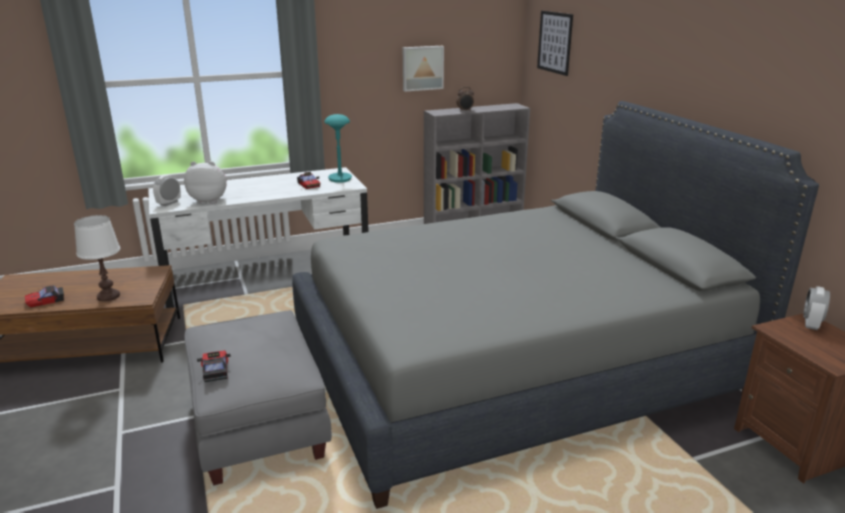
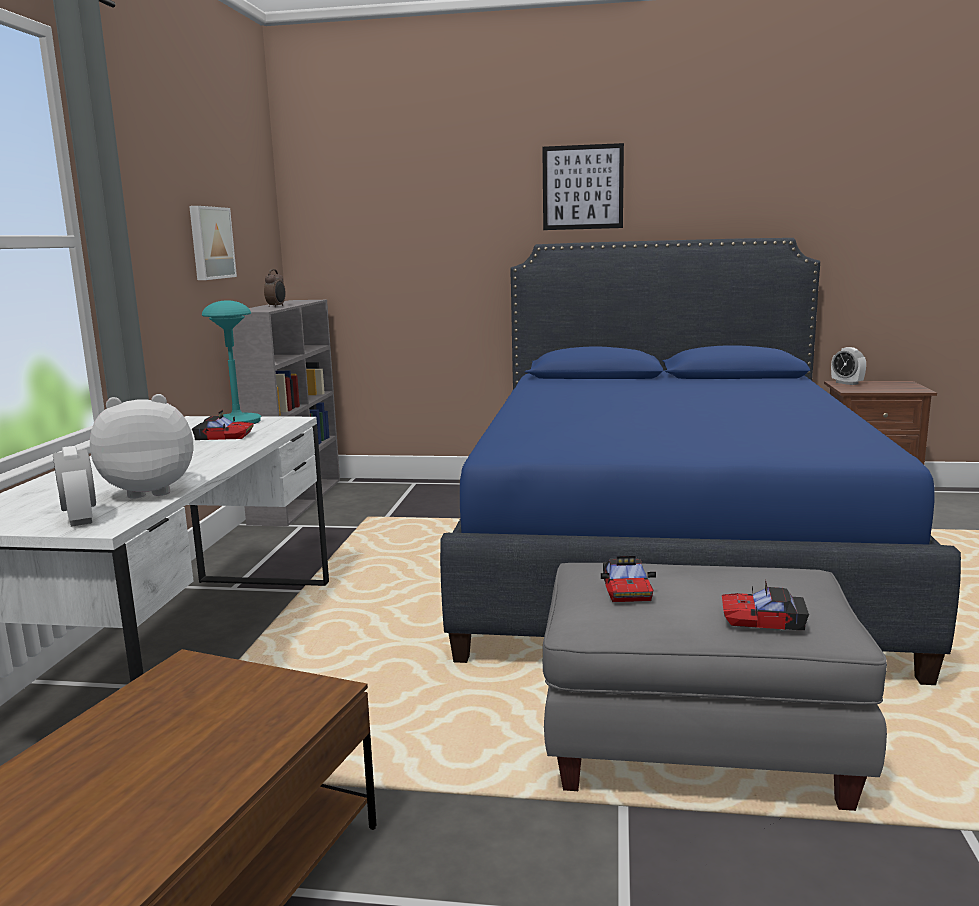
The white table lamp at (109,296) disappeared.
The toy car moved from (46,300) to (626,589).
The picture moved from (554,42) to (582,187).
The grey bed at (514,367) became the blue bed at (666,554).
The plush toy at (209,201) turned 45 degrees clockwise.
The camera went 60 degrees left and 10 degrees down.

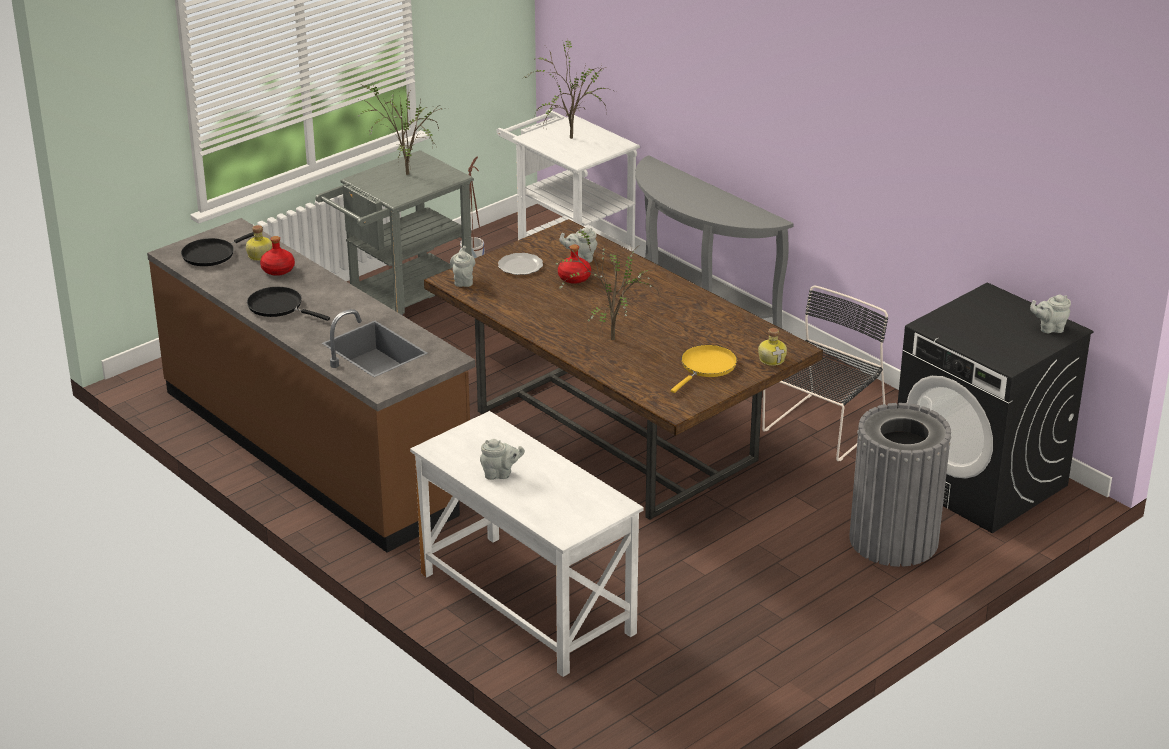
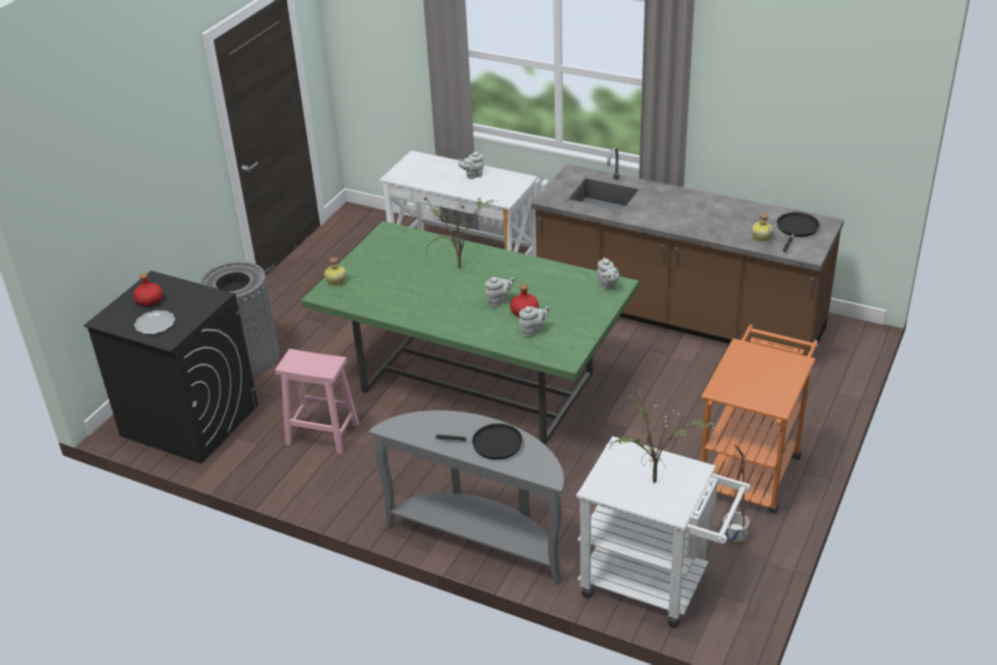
The potted plant at (404,174) disappeared.
The yellow frying pan at (706,367) disappeared.
The black frying pan moved from (278,307) to (493,444).
The red bottle moved from (278,270) to (149,301).
The plate moved from (519,266) to (156,324).
The grey teapot moved from (1049,328) to (499,301).
The black chair at (821,429) was replaced by the pink stool at (321,434).
The grey cart at (402,299) became the orange cart at (752,467).
The brown dining table at (617,437) became the green dining table at (475,382).
The camera went 160 degrees right and 5 degrees up.

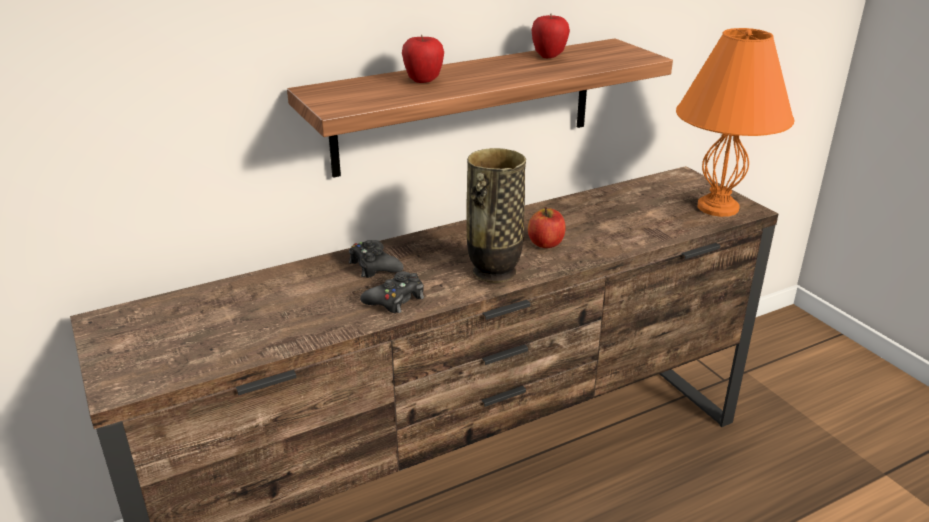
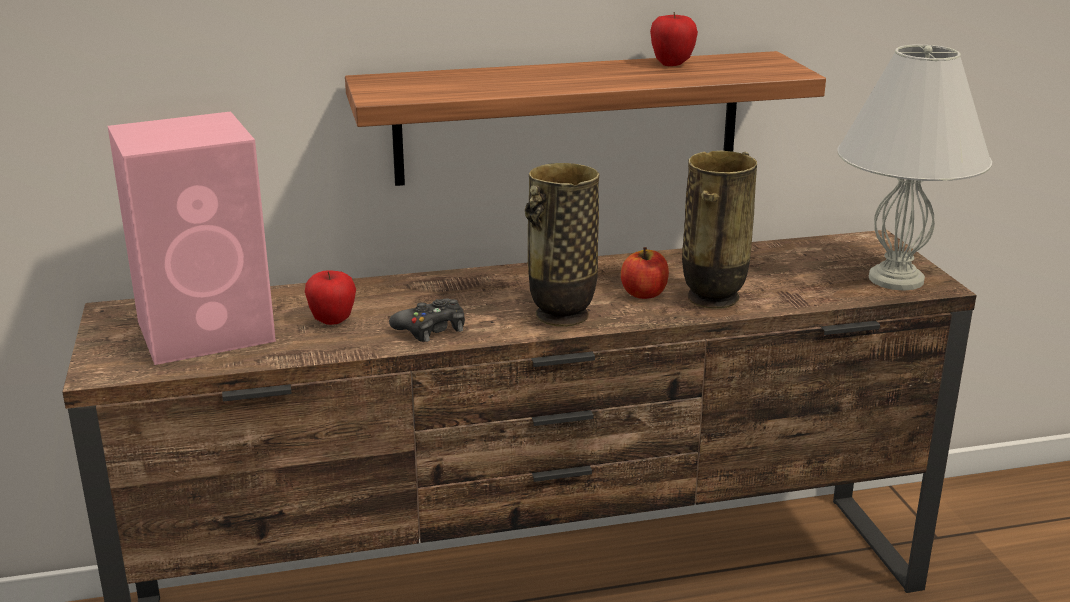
The black game controller at (374,266) disappeared.
The pink speaker at (209,331) appeared.
The vase at (713,299) appeared.
The apple moved from (423,81) to (332,321).
The orange table lamp at (717,208) became the white table lamp at (895,279).
The camera went 15 degrees right and 5 degrees down.

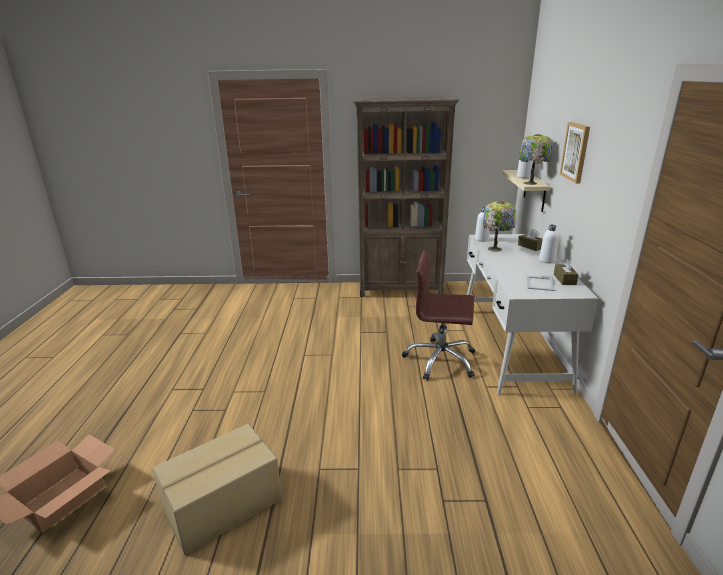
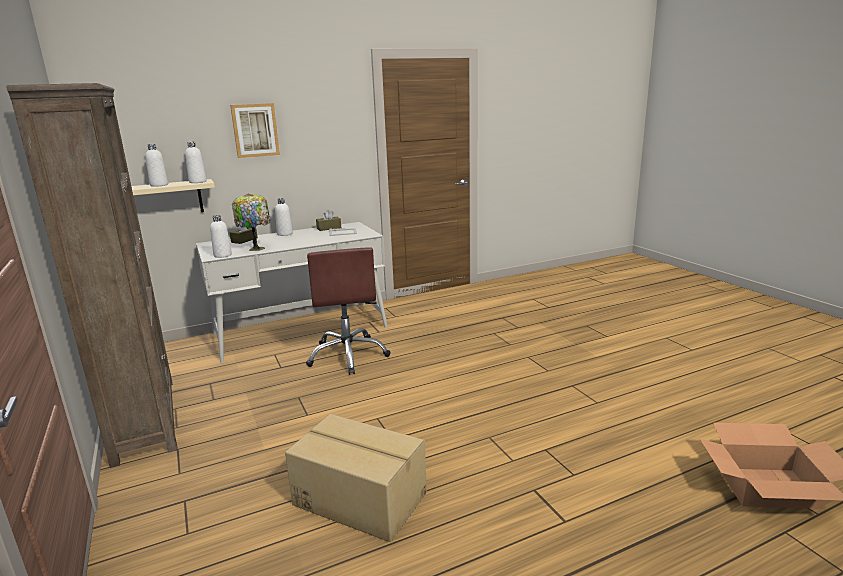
The cardboard box moved from (224,505) to (360,498).
The table lamp at (531,183) was replaced by the white bottle at (197,182).
The camera went 115 degrees left and 5 degrees down.

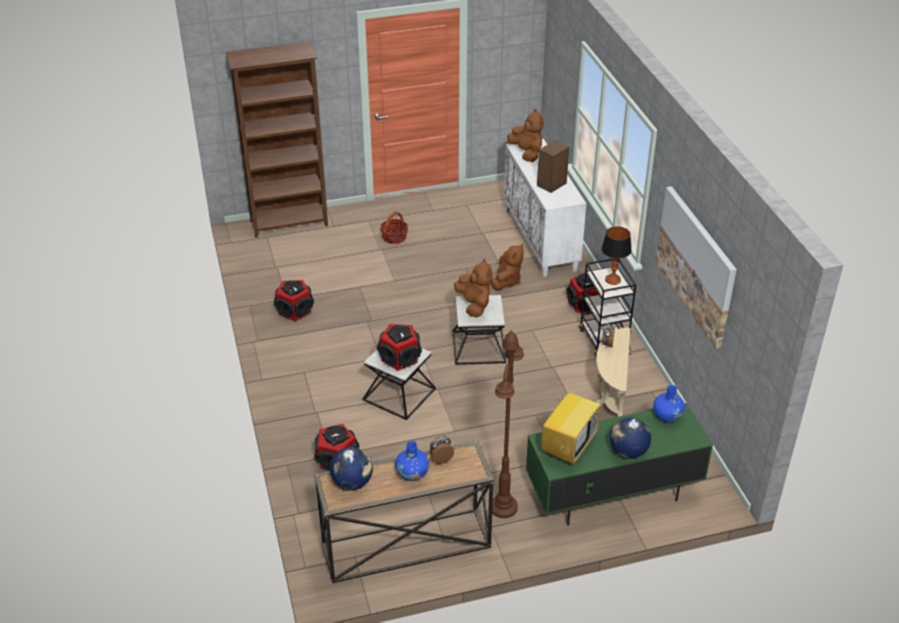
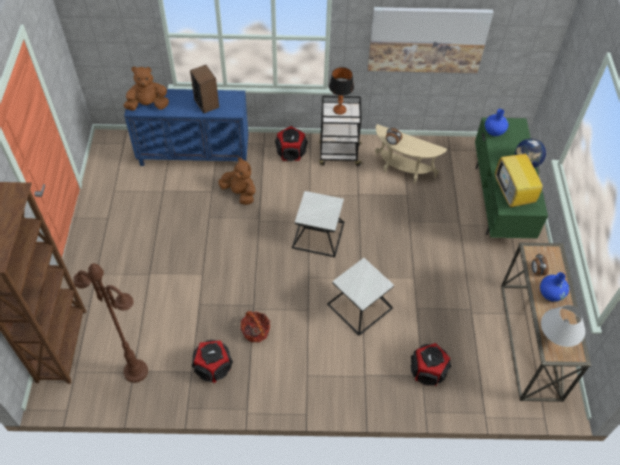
The speaker at (400,358) disappeared.
The brown plush toy at (474,305) disappeared.
The basket moved from (394,237) to (255,331).
The brown floor lamp moved from (503,507) to (135,371).
The globe at (352,482) was replaced by the white table lamp at (556,338).
The white cabinet at (541,240) became the blue cabinet at (195,154).
The television at (568,445) turned 150 degrees counterclockwise.
The camera went 75 degrees left and 15 degrees up.

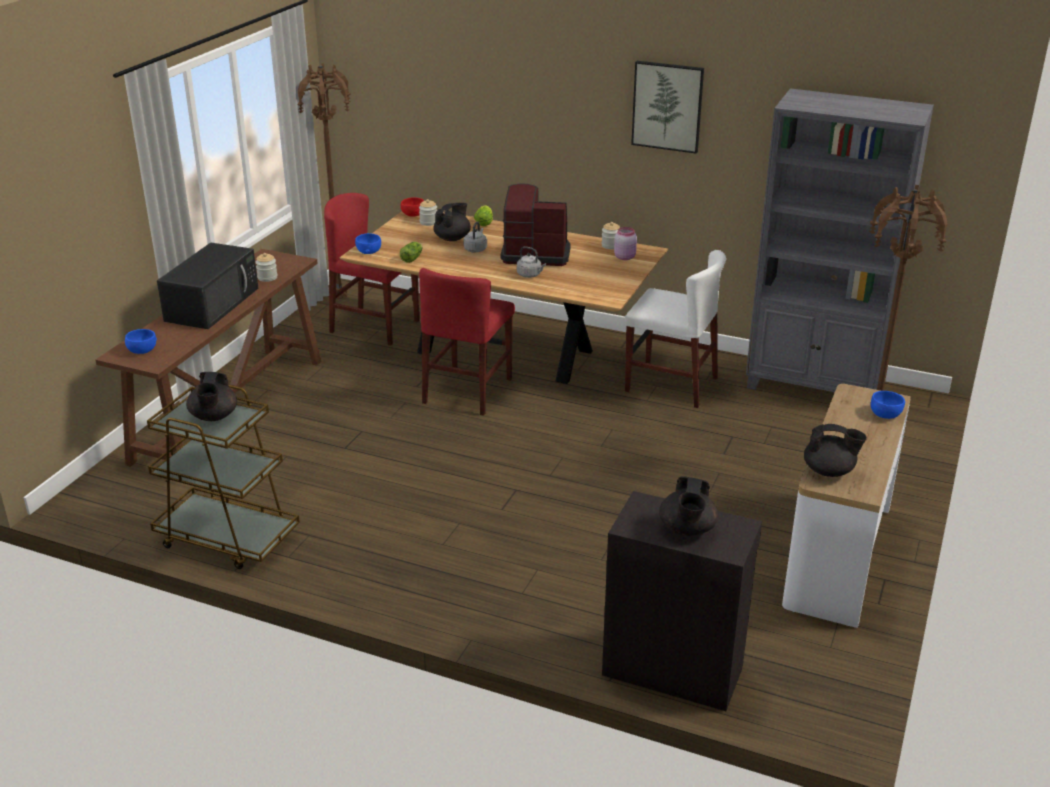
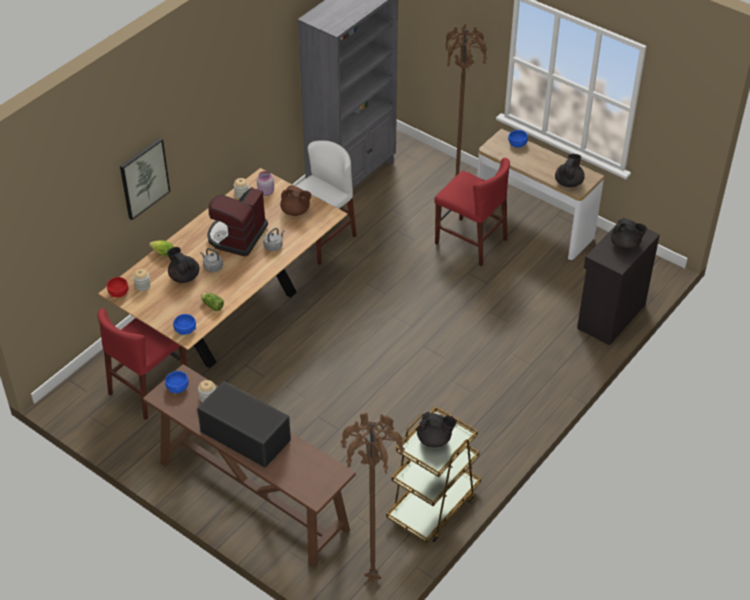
The brown teapot at (296,211) appeared.
The blue bowl moved from (142,350) to (177,387).
The brown floor lamp moved from (341,298) to (372,578).
The red chair moved from (468,390) to (470,241).
The picture moved from (667,106) to (144,178).
The camera went 75 degrees left and 15 degrees up.

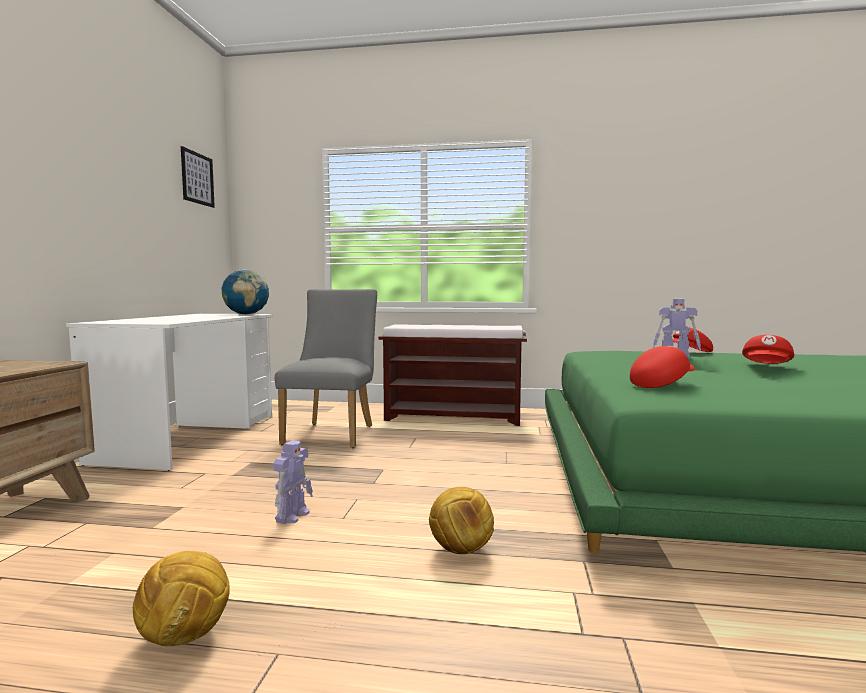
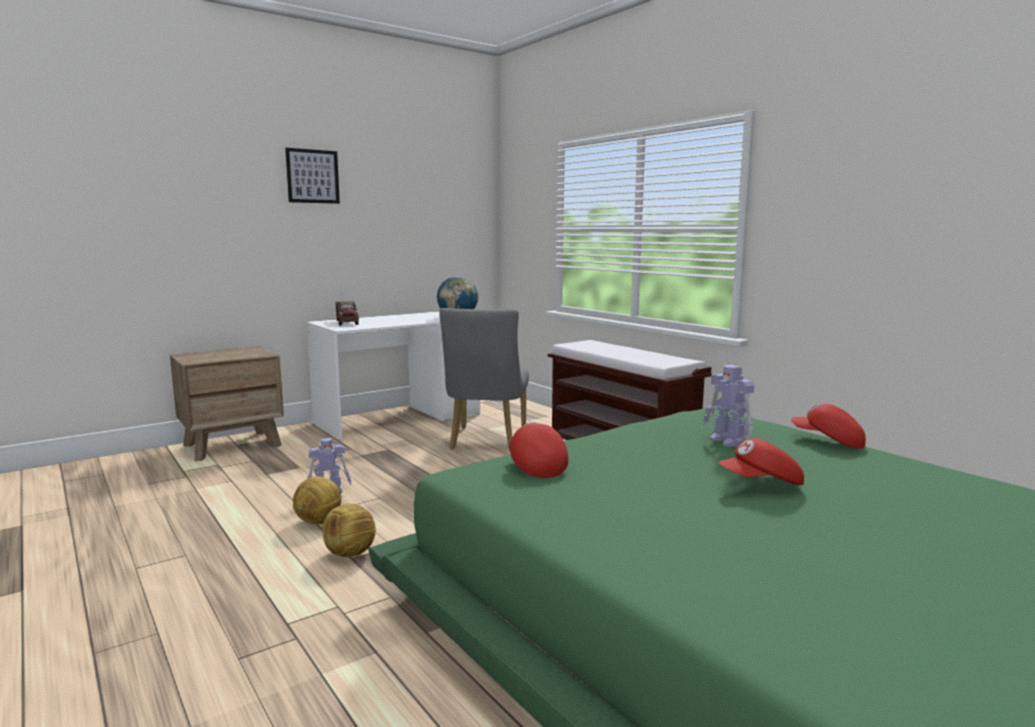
The toy truck at (347,322) appeared.
The football moved from (186,636) to (319,522).
The picture moved from (197,178) to (312,176).
The grey chair at (333,433) turned 135 degrees clockwise.
The red cap at (661,384) turned 120 degrees counterclockwise.
The camera went 45 degrees right and 5 degrees up.

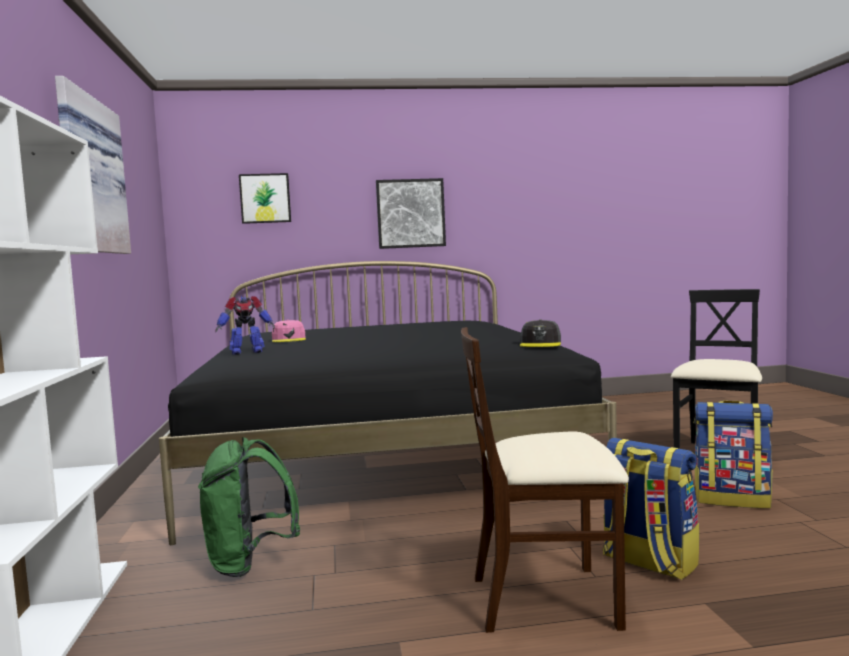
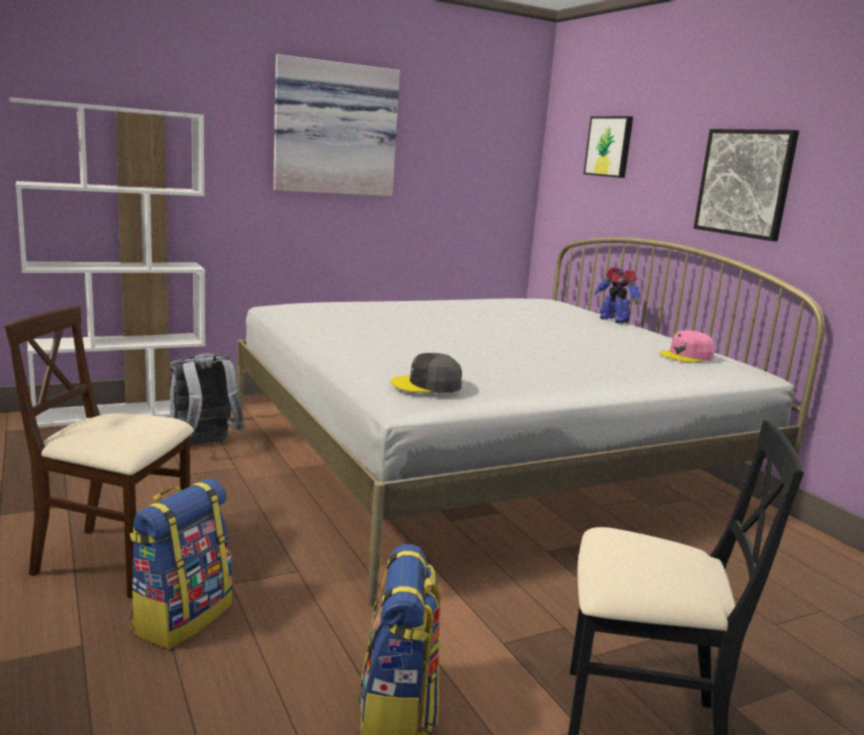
The toy robot moved from (246,352) to (614,320).
The pink cap moved from (289,339) to (687,356).
The black bed at (384,454) became the white bed at (486,463).
The green backpack at (249,563) became the grey backpack at (203,445).
The beige chair at (546,599) turned 60 degrees counterclockwise.
The camera went 70 degrees right and 10 degrees up.

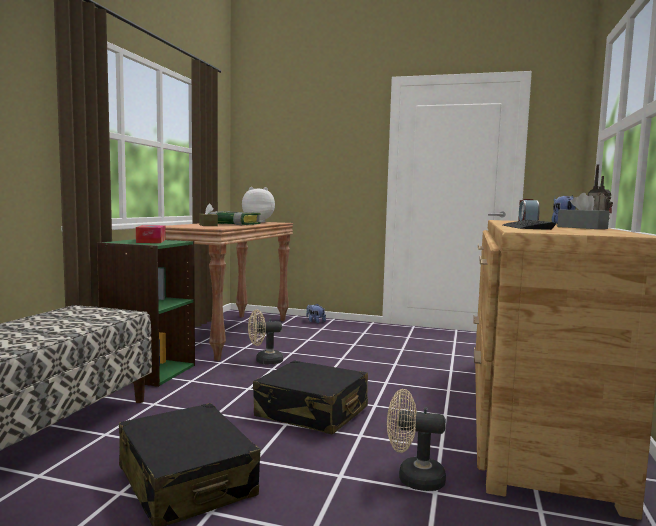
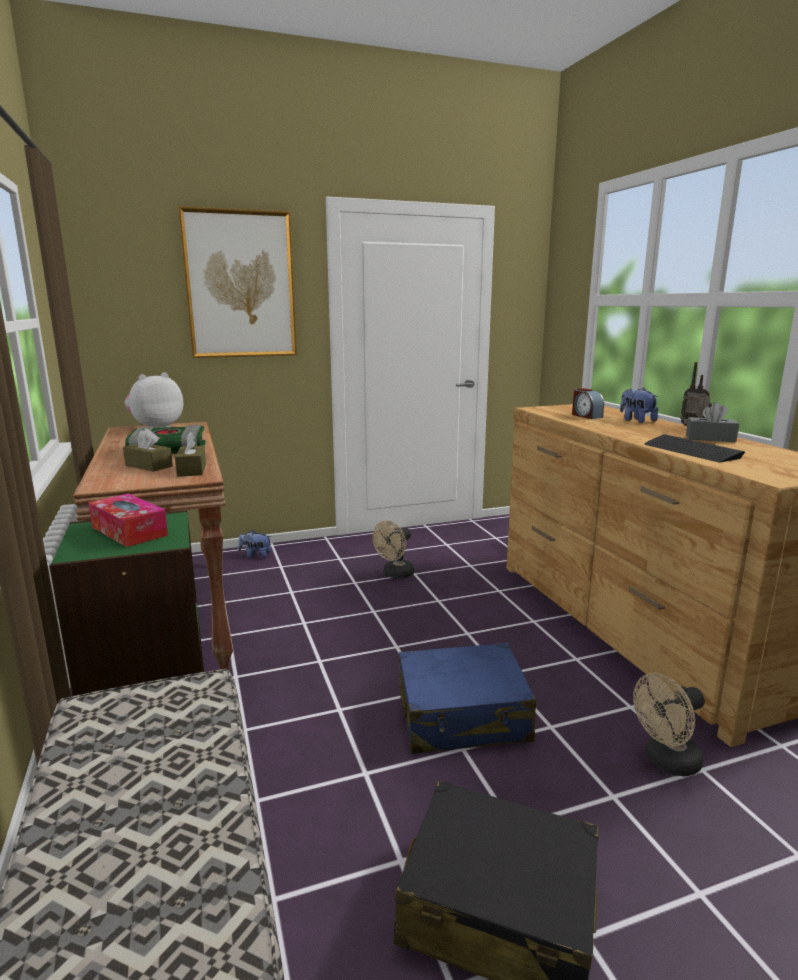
The brown tissue box at (192,470) appeared.
The picture at (240,285) appeared.
The beige fan moved from (264,361) to (395,574).
The black suitcase at (311,412) became the blue suitcase at (463,716).
The camera went 35 degrees left and 10 degrees up.

